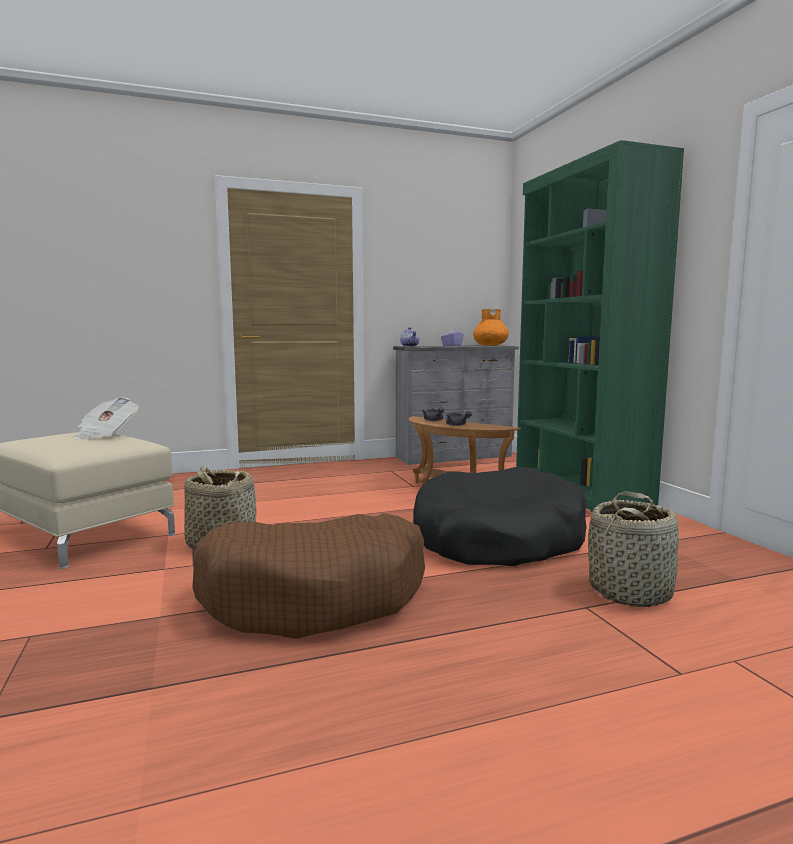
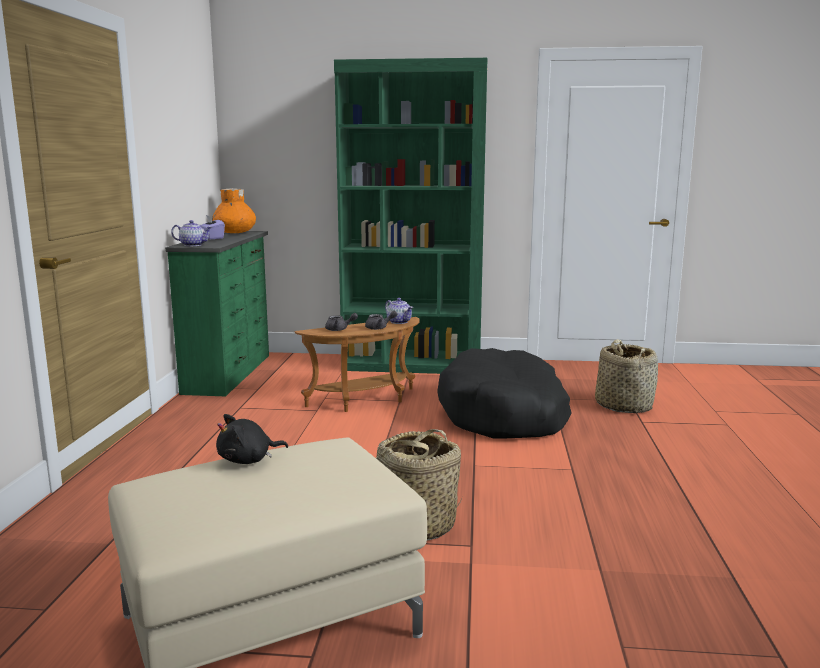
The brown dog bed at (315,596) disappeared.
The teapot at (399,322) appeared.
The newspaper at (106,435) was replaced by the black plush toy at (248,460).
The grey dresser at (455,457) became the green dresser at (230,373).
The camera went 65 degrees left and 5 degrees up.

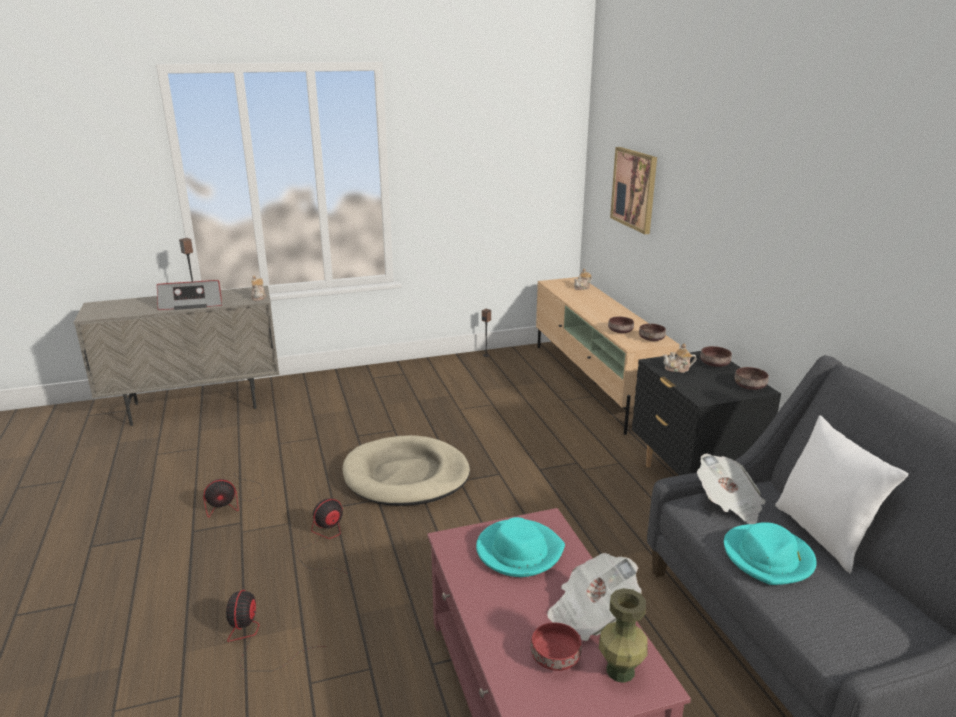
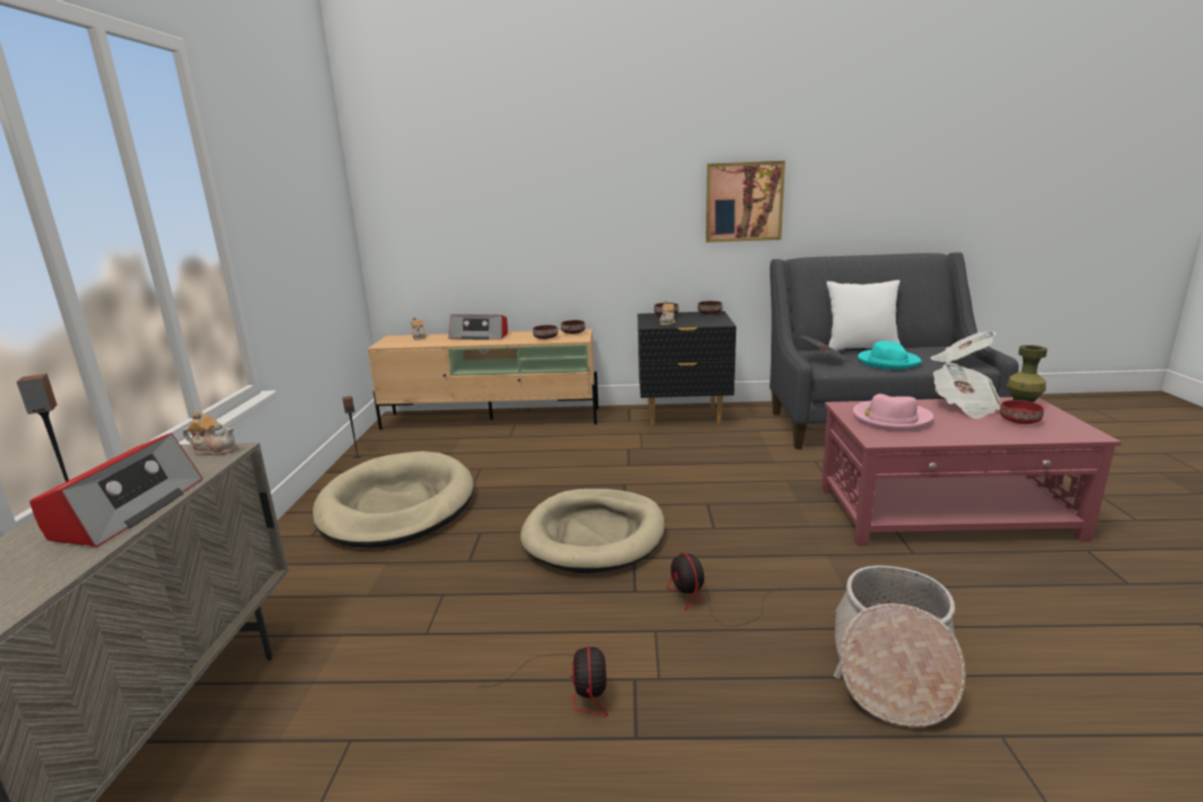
The beige dog bed at (397,505) appeared.
The radio at (480,336) appeared.
The newspaper at (960,361) appeared.
The picture moved from (634,189) to (744,202).
The fan at (255,639) was replaced by the basket at (891,667).
The turquoise hat at (518,551) became the pink hat at (890,419).
The camera went 70 degrees left and 5 degrees down.

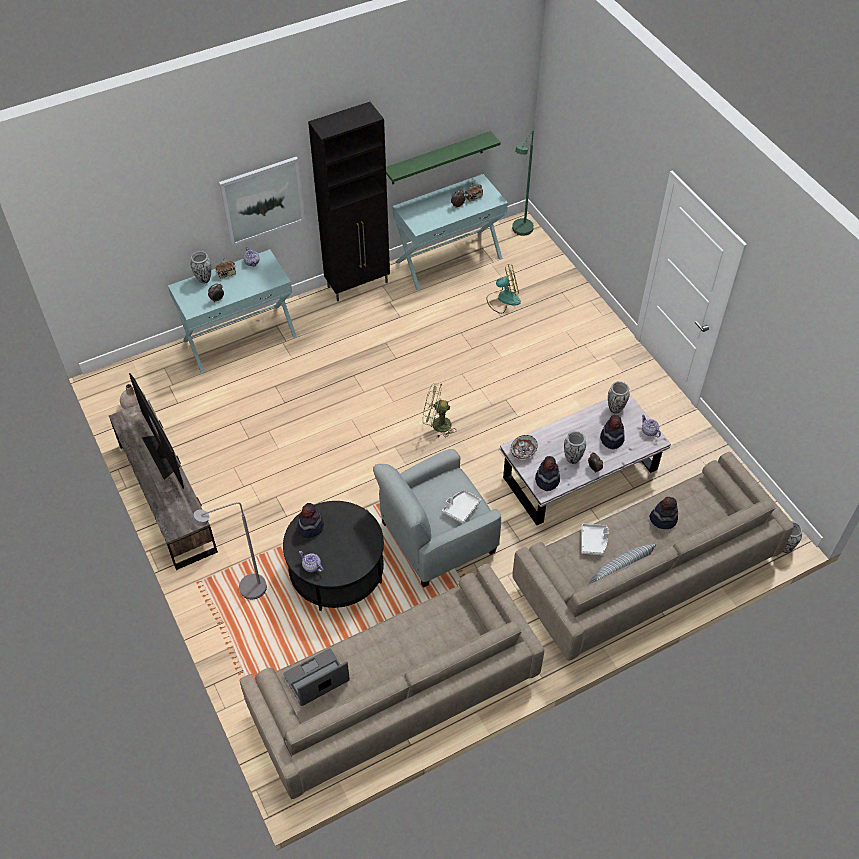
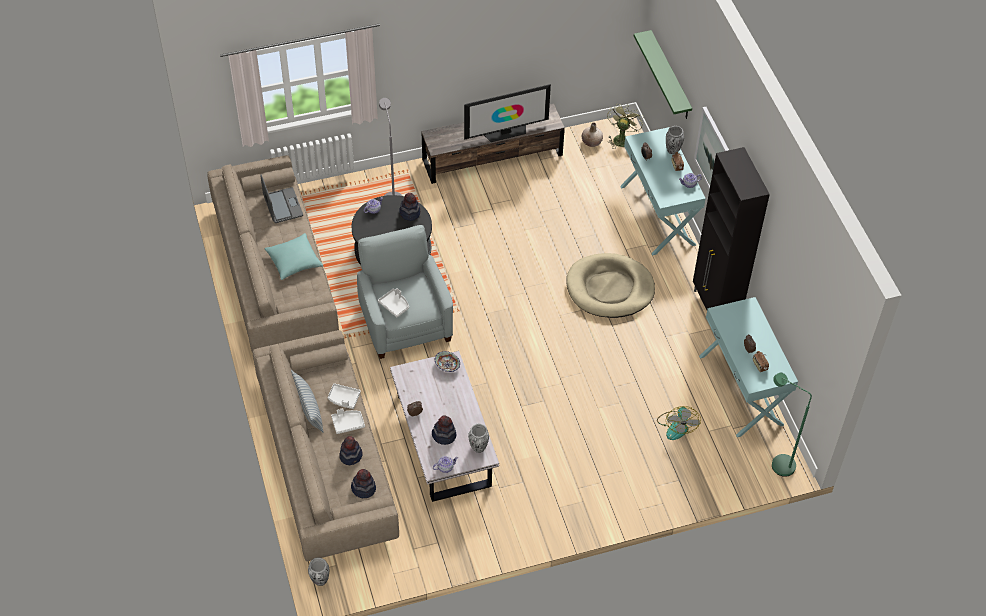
The vase at (572,458) disappeared.
The turquoise pillow at (294,262) appeared.
The white tray at (348,423) appeared.
The beige dog bed at (610,288) appeared.
The green shelf moved from (437,158) to (670,76).
The green fan moved from (437,425) to (621,138).
The hat moved from (547,480) to (363,488).
The camera went 100 degrees right and 0 degrees up.

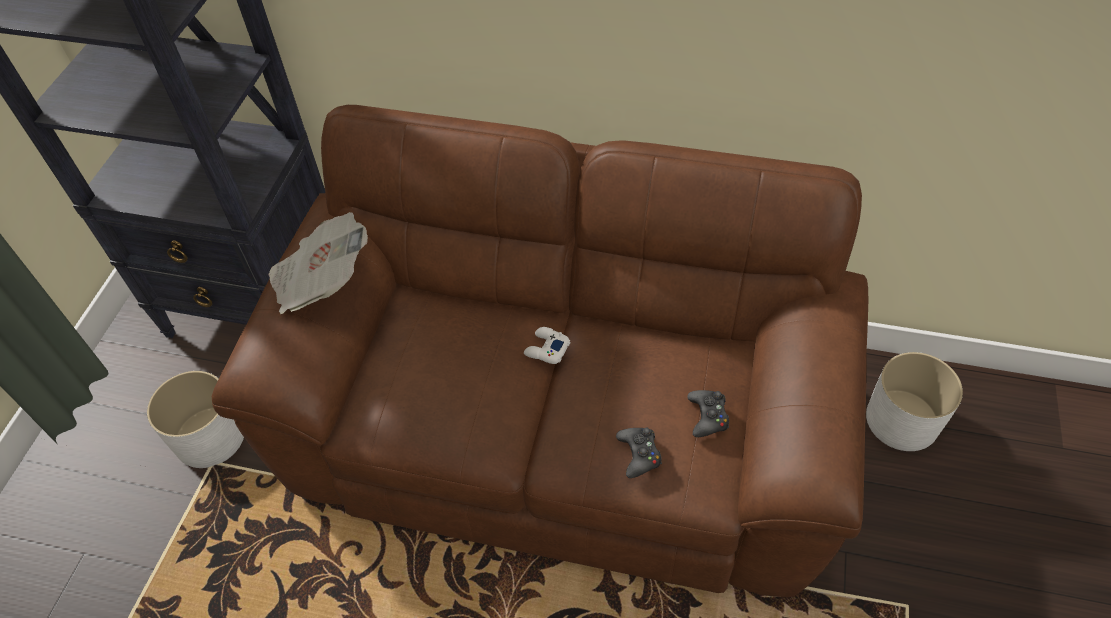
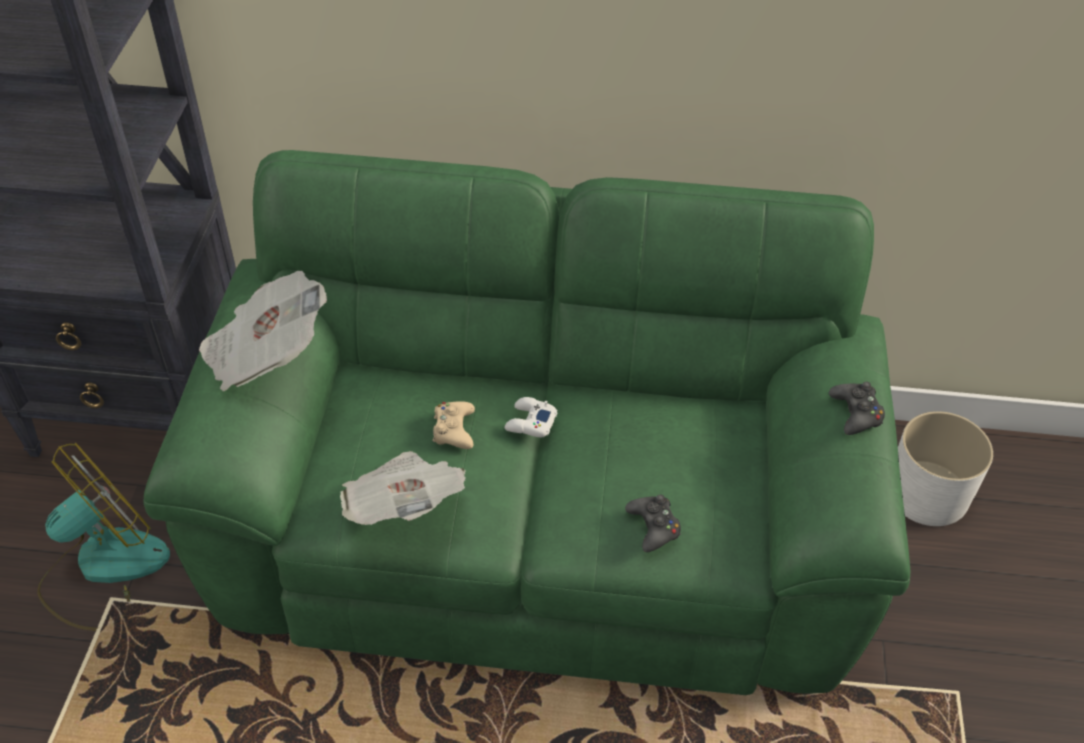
The newspaper at (404,507) appeared.
The beige game controller at (453,430) appeared.
The black game controller moved from (708,416) to (856,413).
The white planter at (209,436) was replaced by the fan at (103,569).
The brown sofa at (562,424) became the green sofa at (539,525).
The camera went 10 degrees left and 5 degrees down.

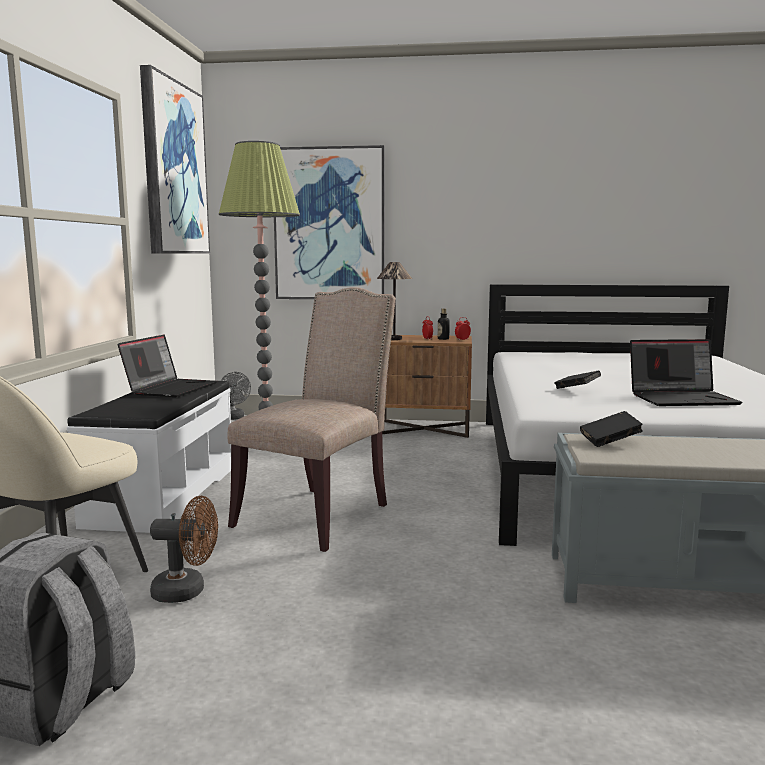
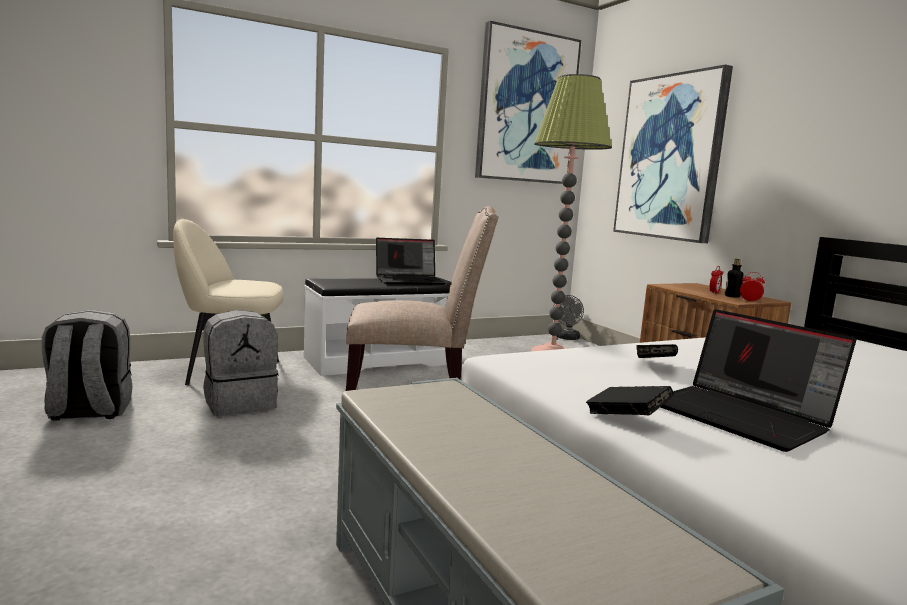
The table lamp at (394,339) disappeared.
The black book moved from (610,442) to (626,418).
The brown fan at (187,591) was replaced by the grey backpack at (240,403).
The camera went 55 degrees right and 0 degrees up.

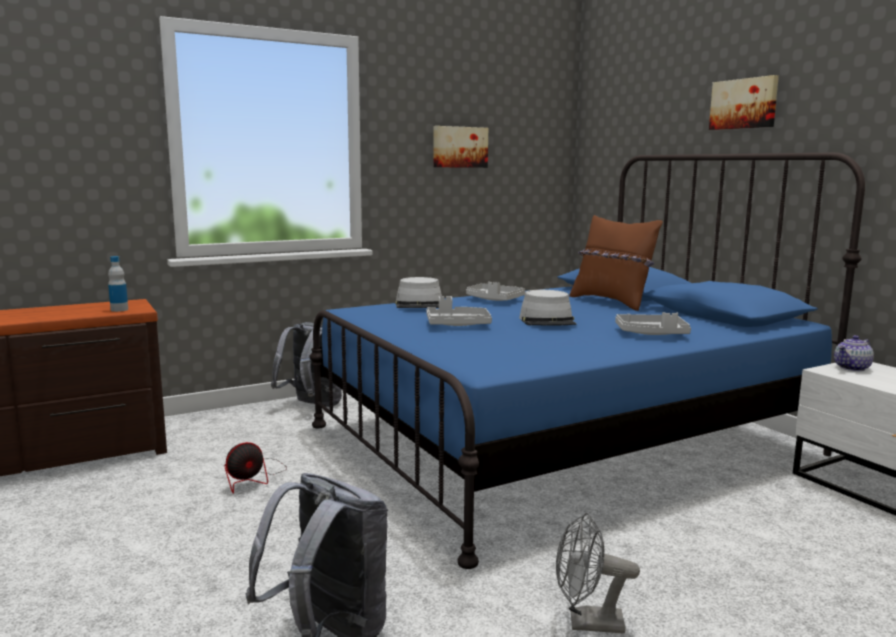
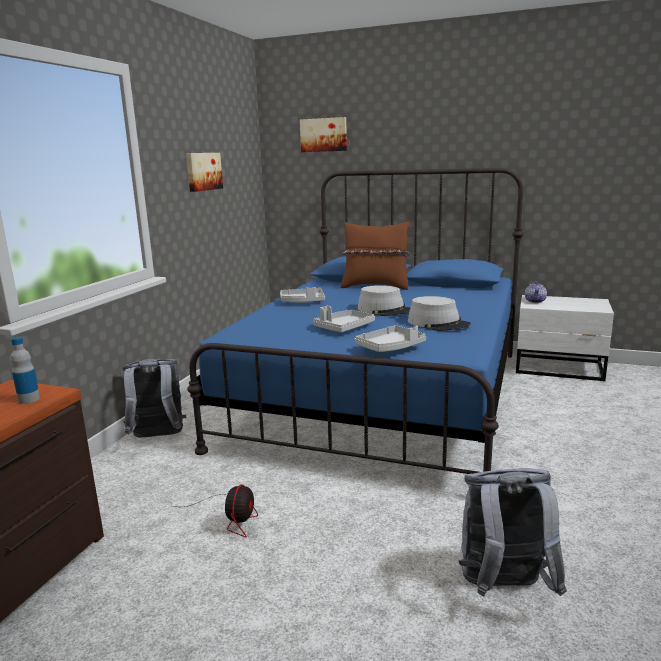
The grey fan at (587,623) disappeared.
The grey hat moved from (419,305) to (438,323).
The grey tray moved from (651,334) to (391,347).
The picture moved from (744,104) to (324,135).
The camera went 40 degrees left and 5 degrees up.

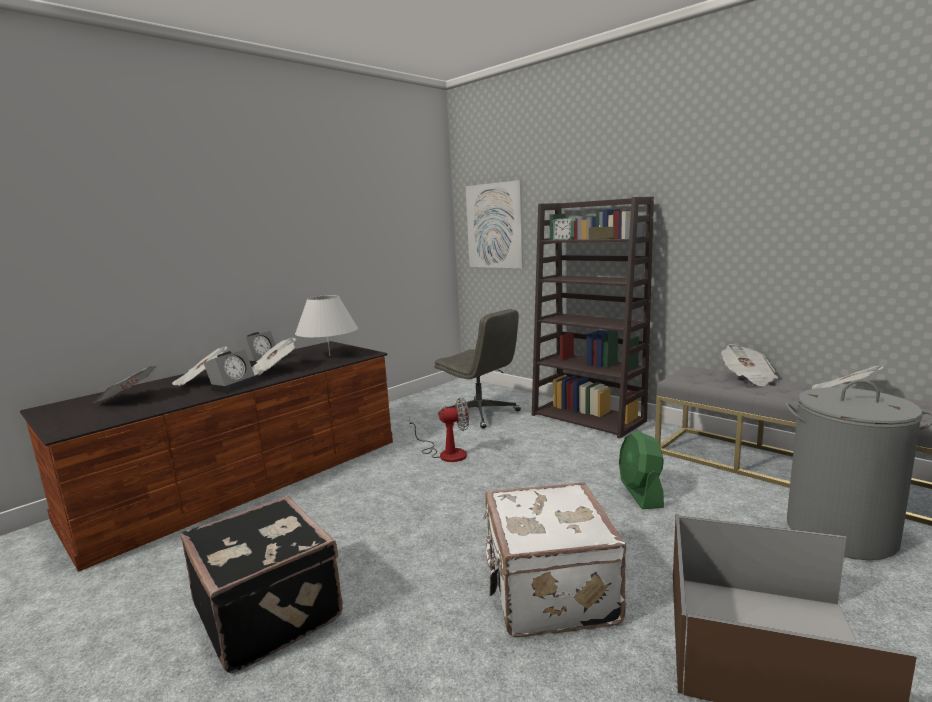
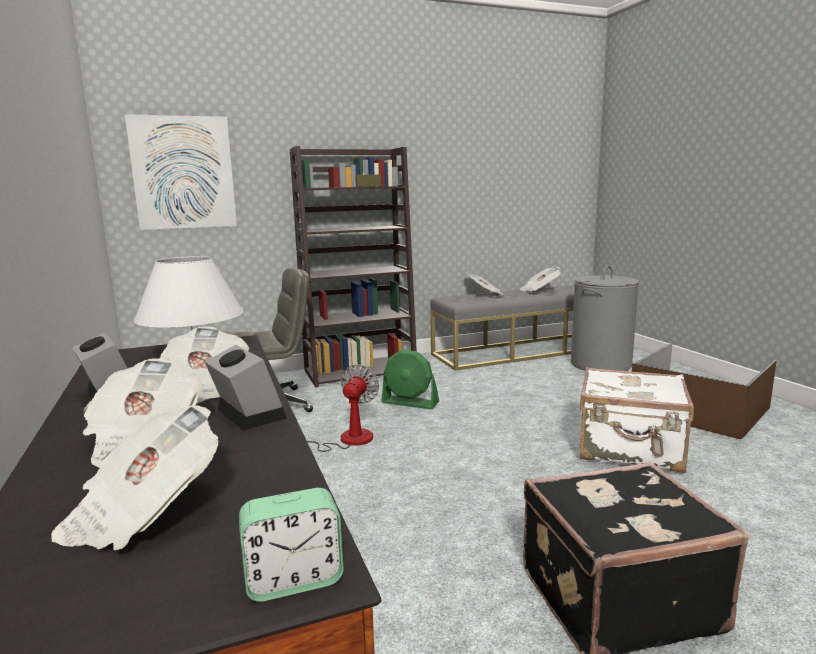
The alarm clock moved from (564,239) to (294,580).
The green fan moved from (640,493) to (410,403).
The camera went 65 degrees left and 0 degrees up.

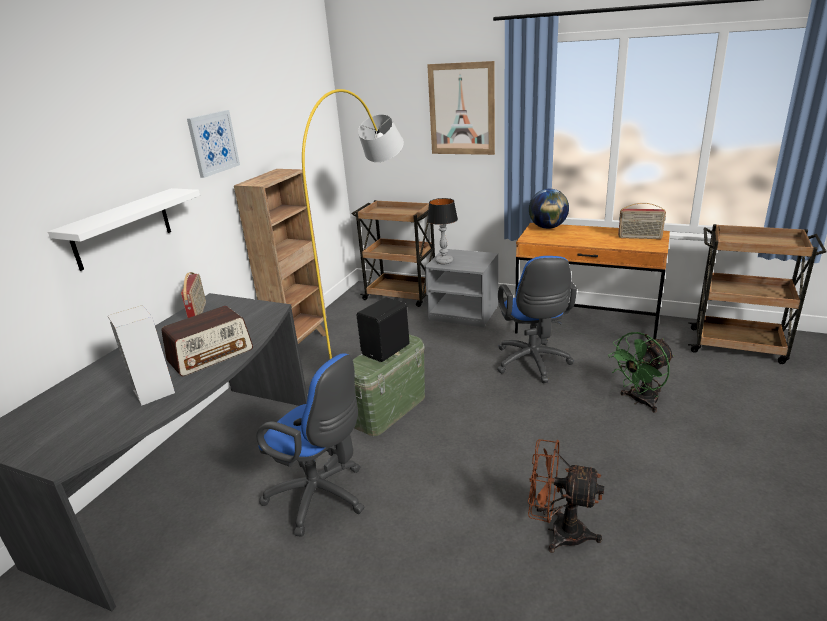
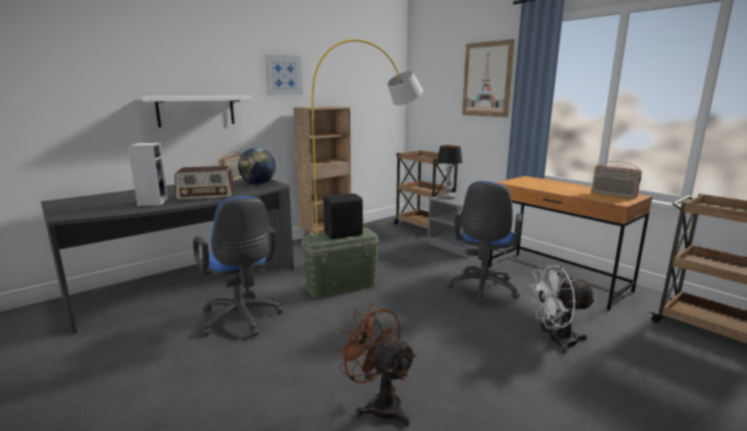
The globe moved from (548,227) to (258,184).
The green fan at (640,401) became the white fan at (556,341).
The camera went 25 degrees right and 10 degrees down.

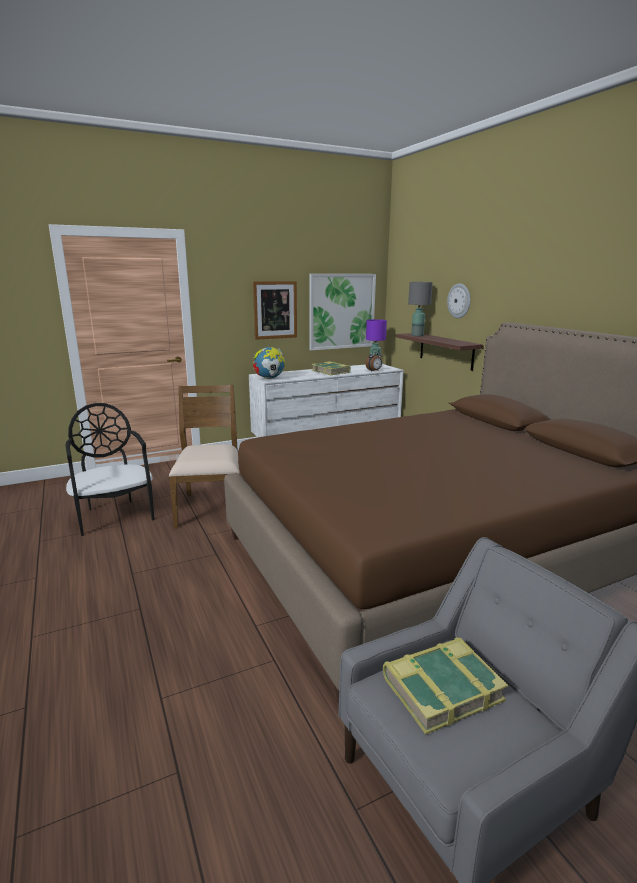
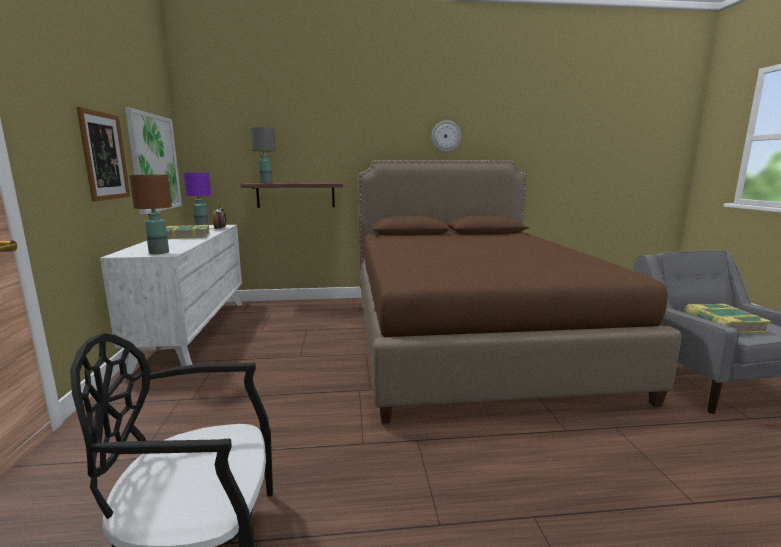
The brown chair at (211,508) disappeared.
The wall clock moved from (459,301) to (446,136).
The globe at (269,378) was replaced by the brown table lamp at (158,253).
The camera went 70 degrees left and 5 degrees down.

